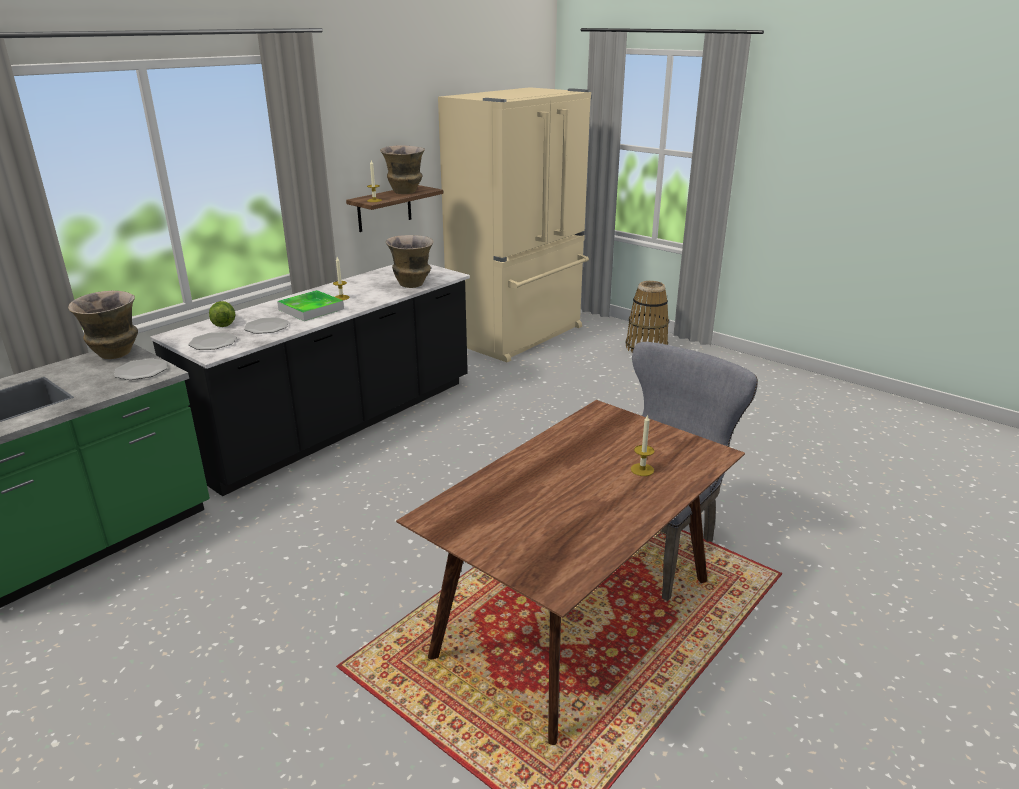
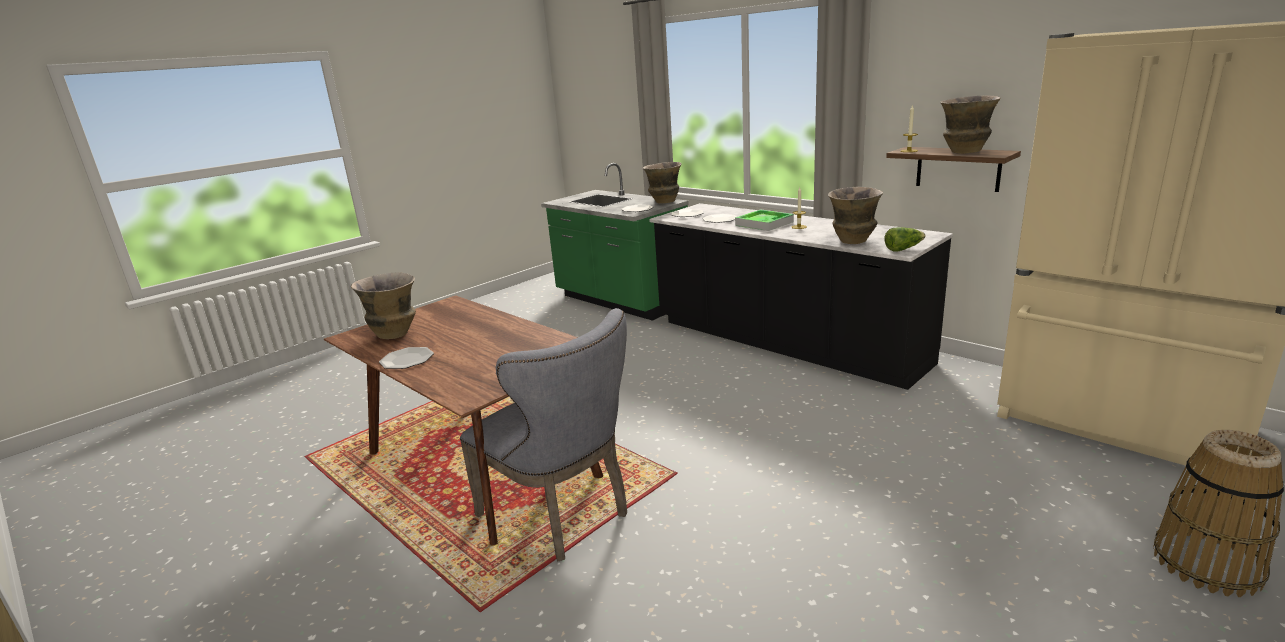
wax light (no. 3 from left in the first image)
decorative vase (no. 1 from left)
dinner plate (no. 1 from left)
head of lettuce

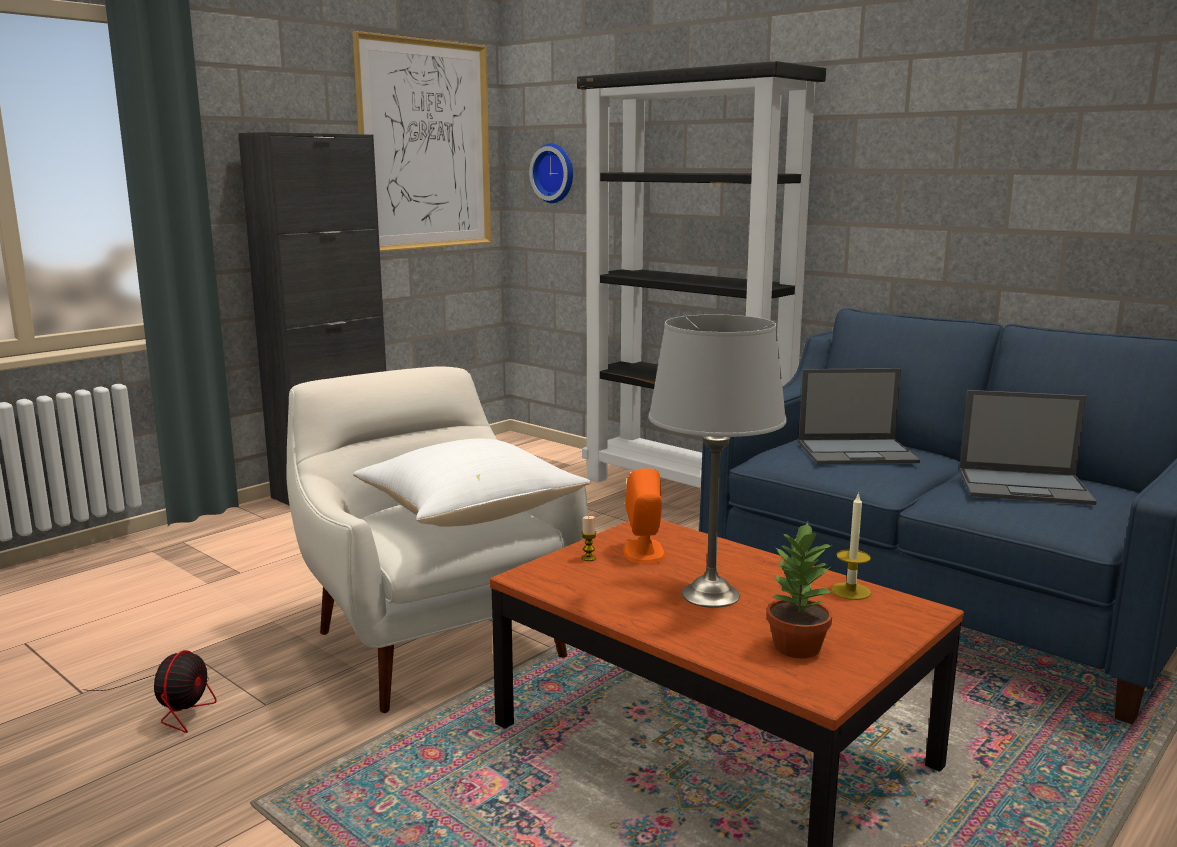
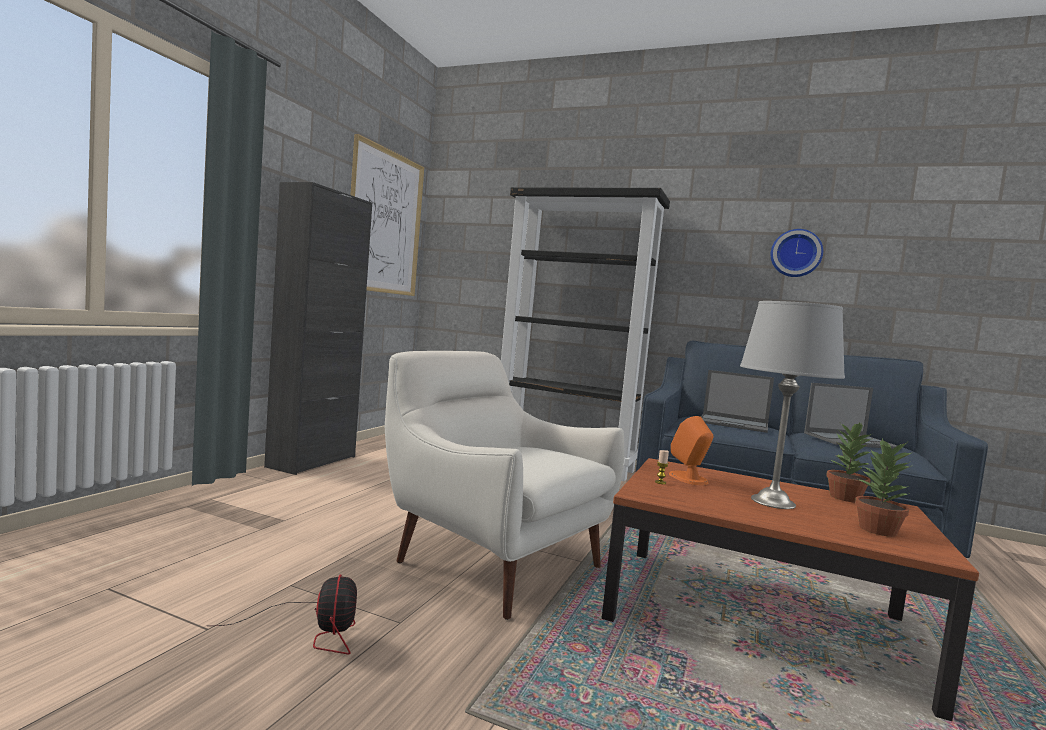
throw pillow in white
wall clock
potted plant (no. 1 from left)
laptop (no. 1 from left)

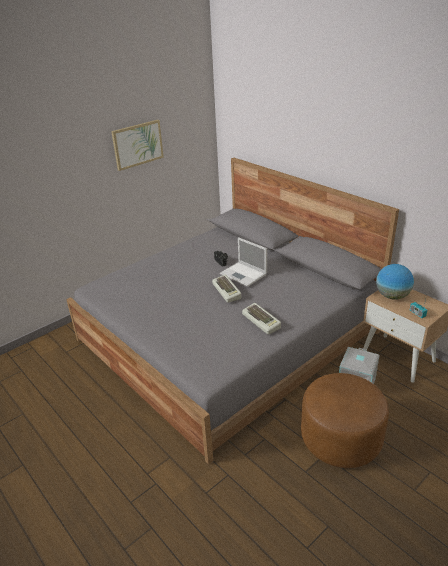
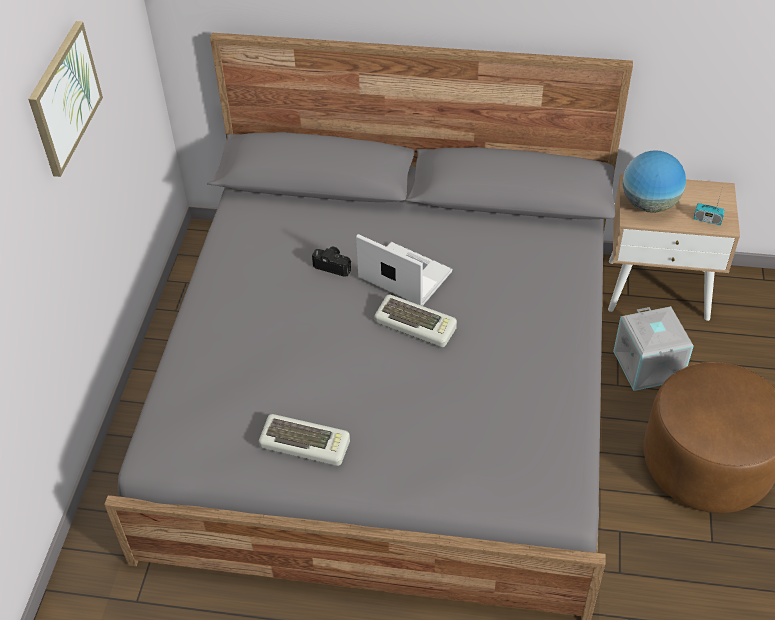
PC keyboard (no. 1 from left)
laptop

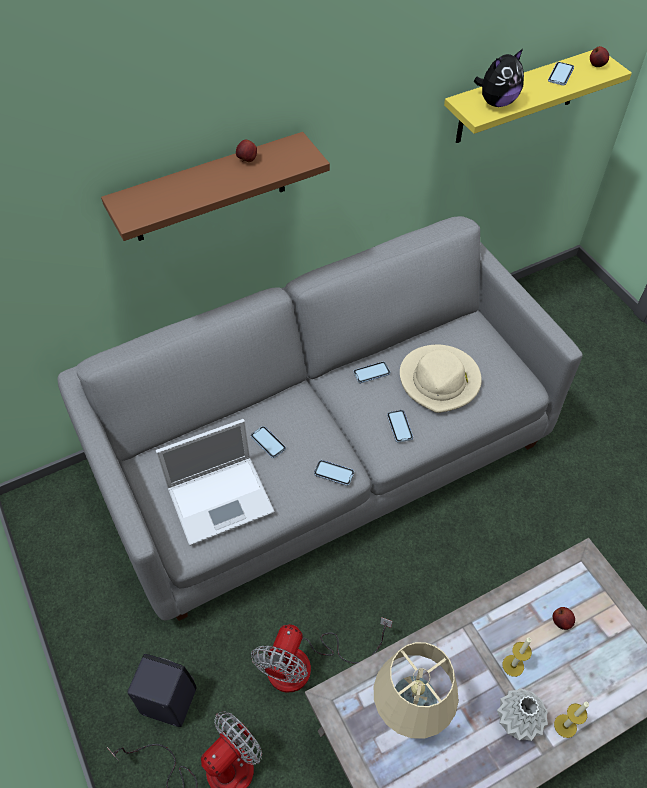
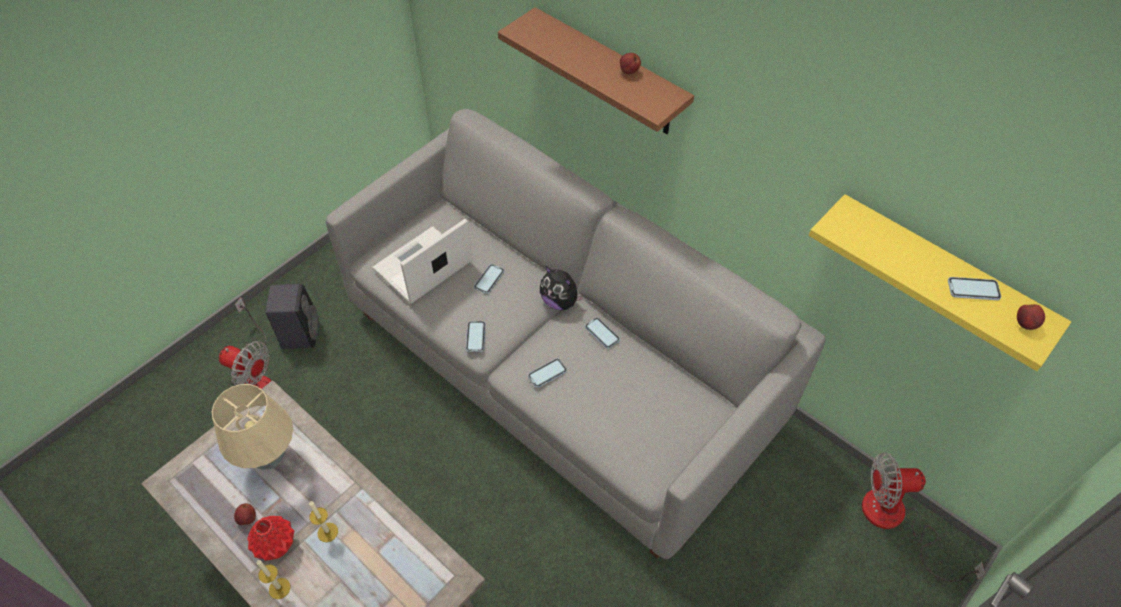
hat in beige
fan (no. 2 from left)
cuddly toy
whole apple (no. 1 from left)
decorative vase in red
laptop

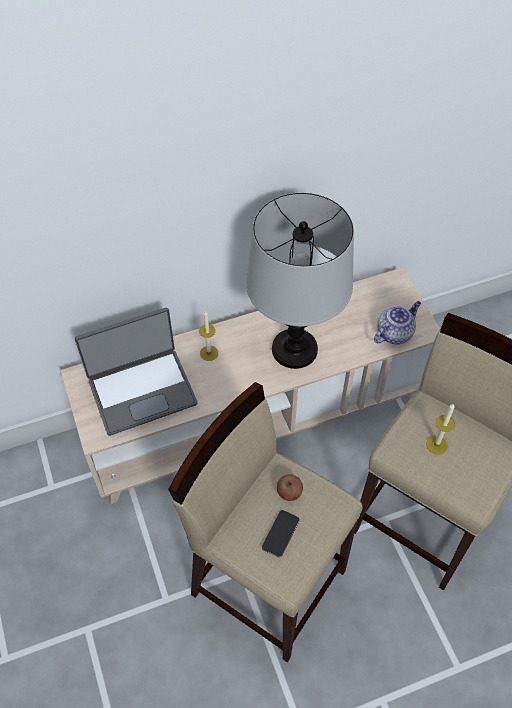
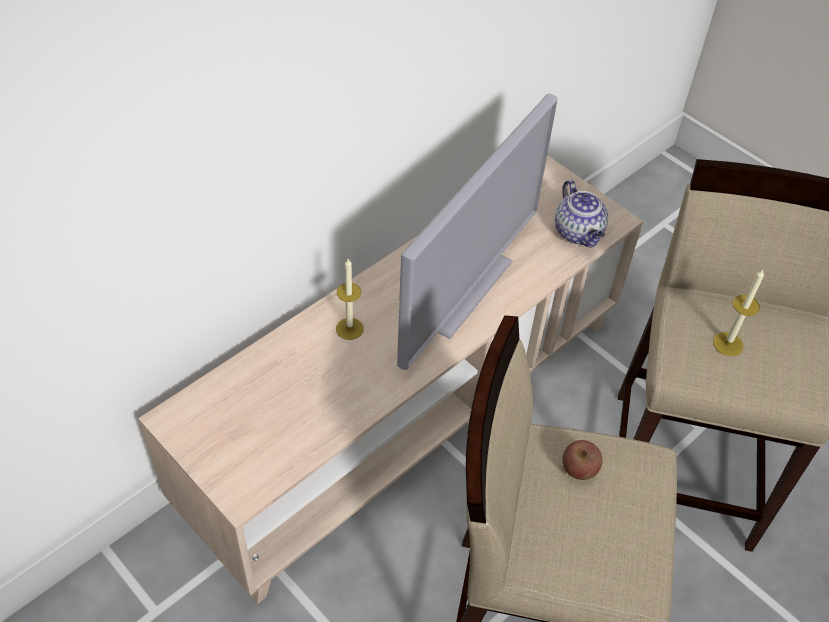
laptop
telephone
TV
tea pot

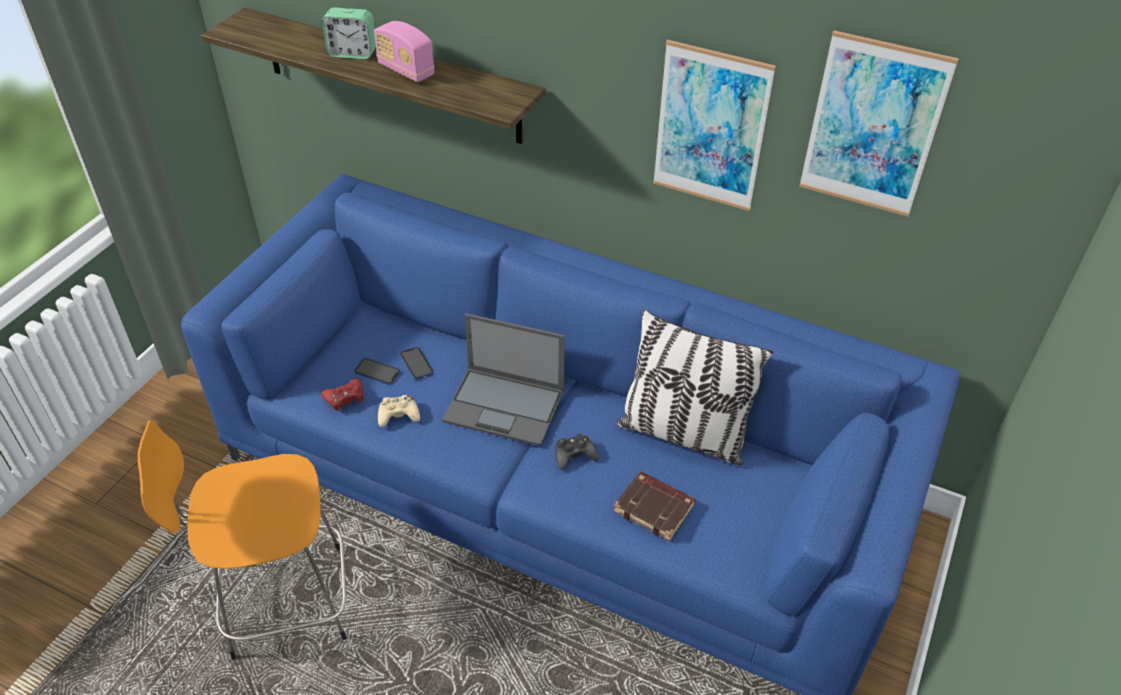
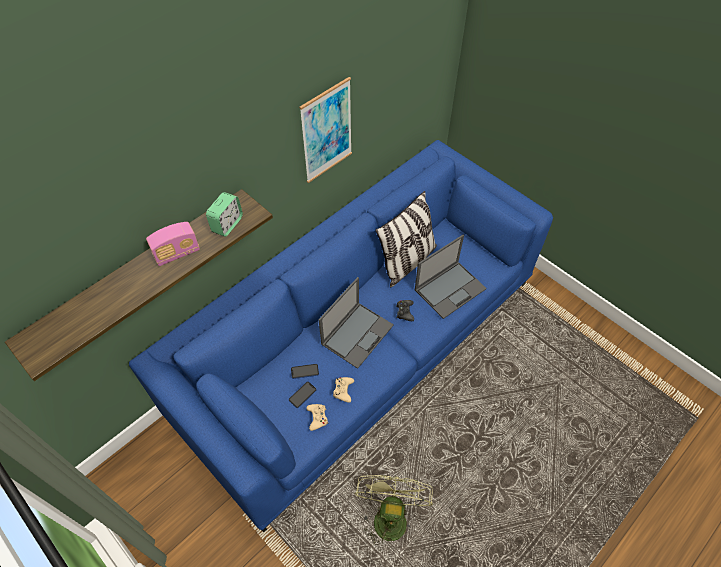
wall art (no. 2 from left in the first image)
bedside clock
fan in green-coloured
laptop (no. 2 from left)
gamepad in beige (no. 1 from left)

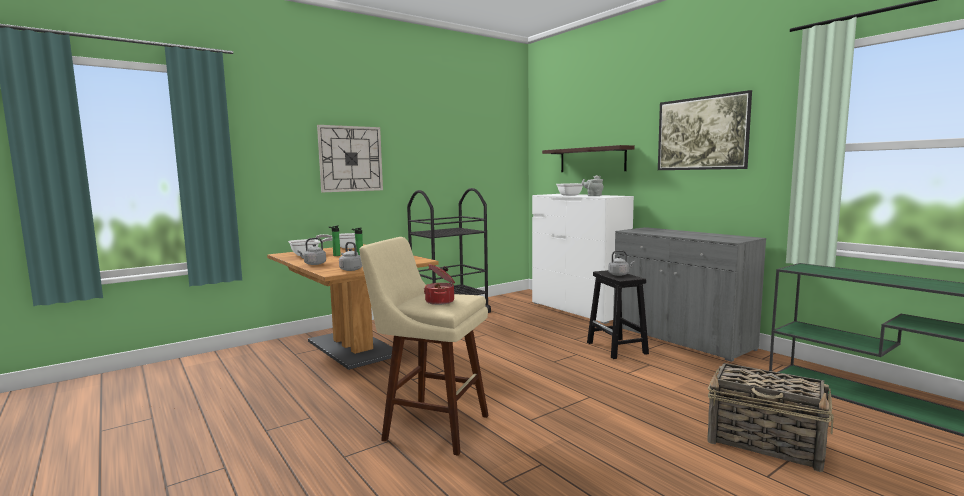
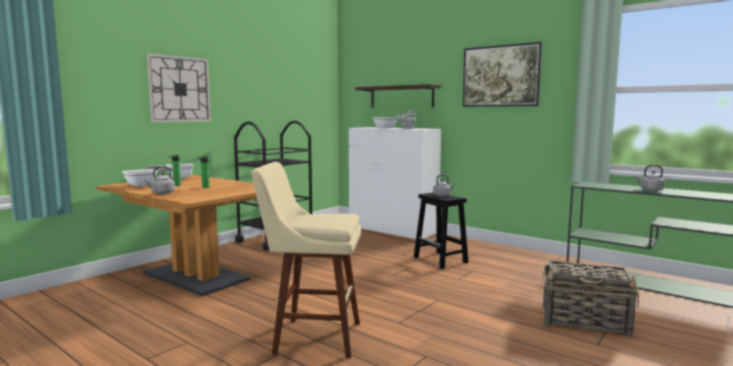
stockpot
cabinet in greyish
water kettle in greyish (no. 3 from left)

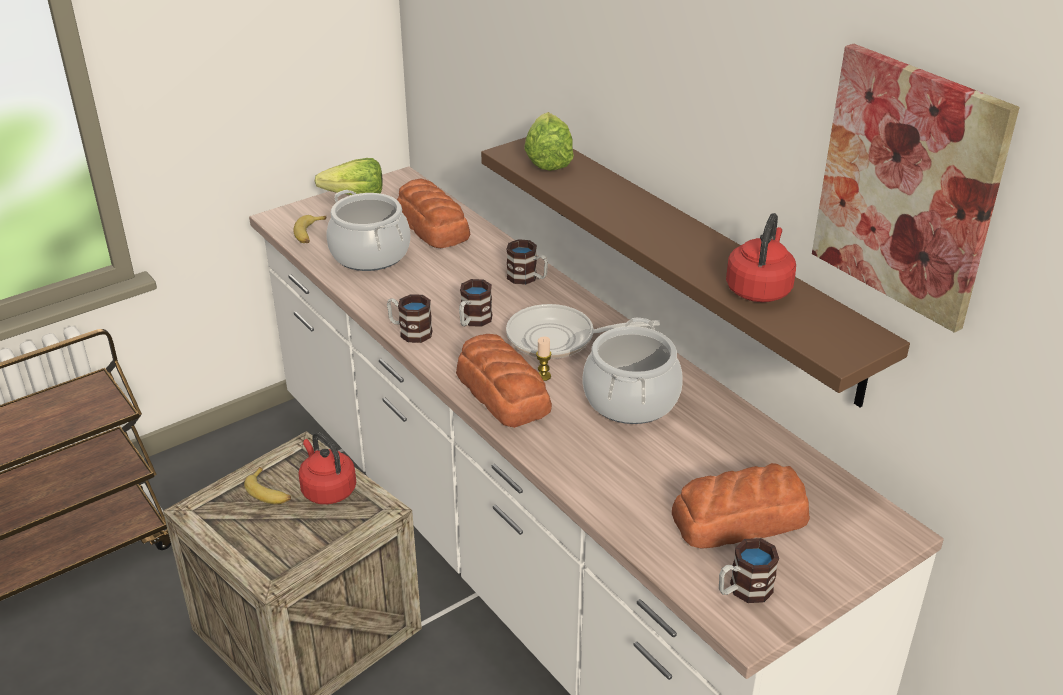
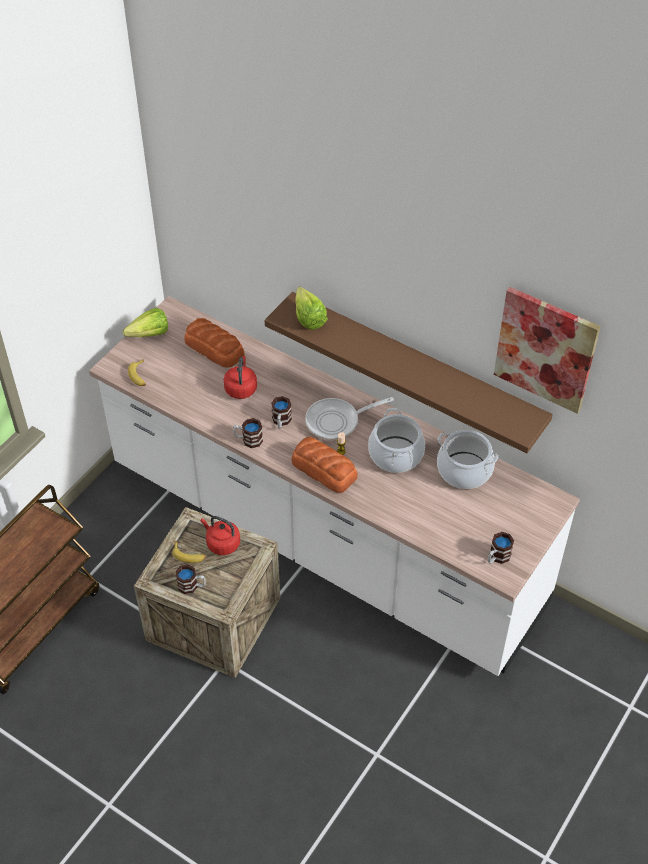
bread (no. 3 from left in the first image)
stockpot (no. 2 from left)
mug (no. 1 from left)
water kettle in red (no. 2 from left)

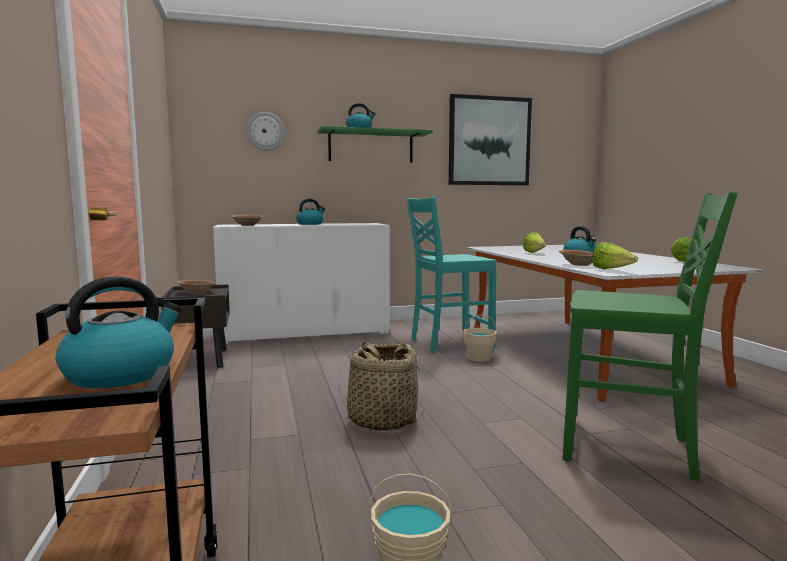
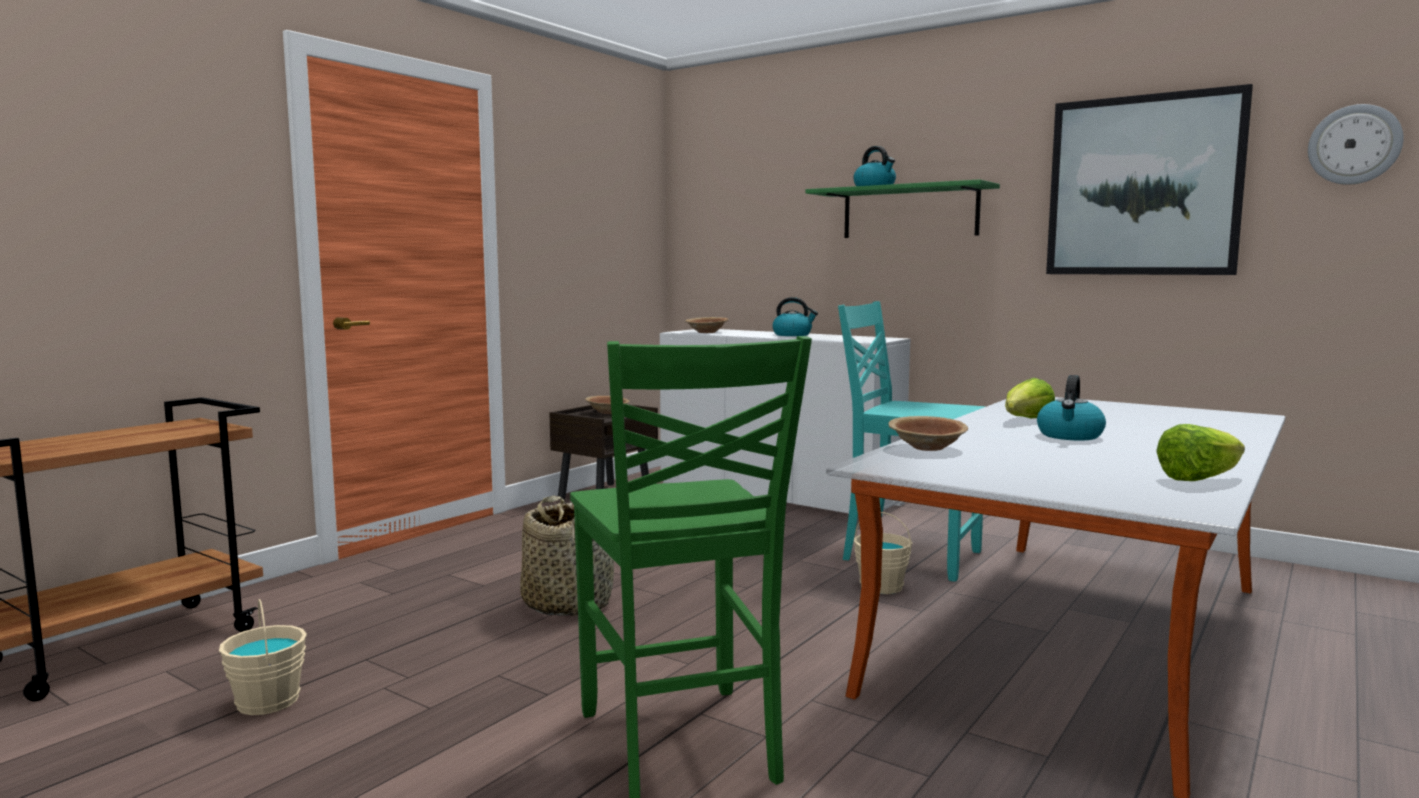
water kettle (no. 1 from left in the first image)
head of lettuce (no. 2 from left in the first image)
wall clock

